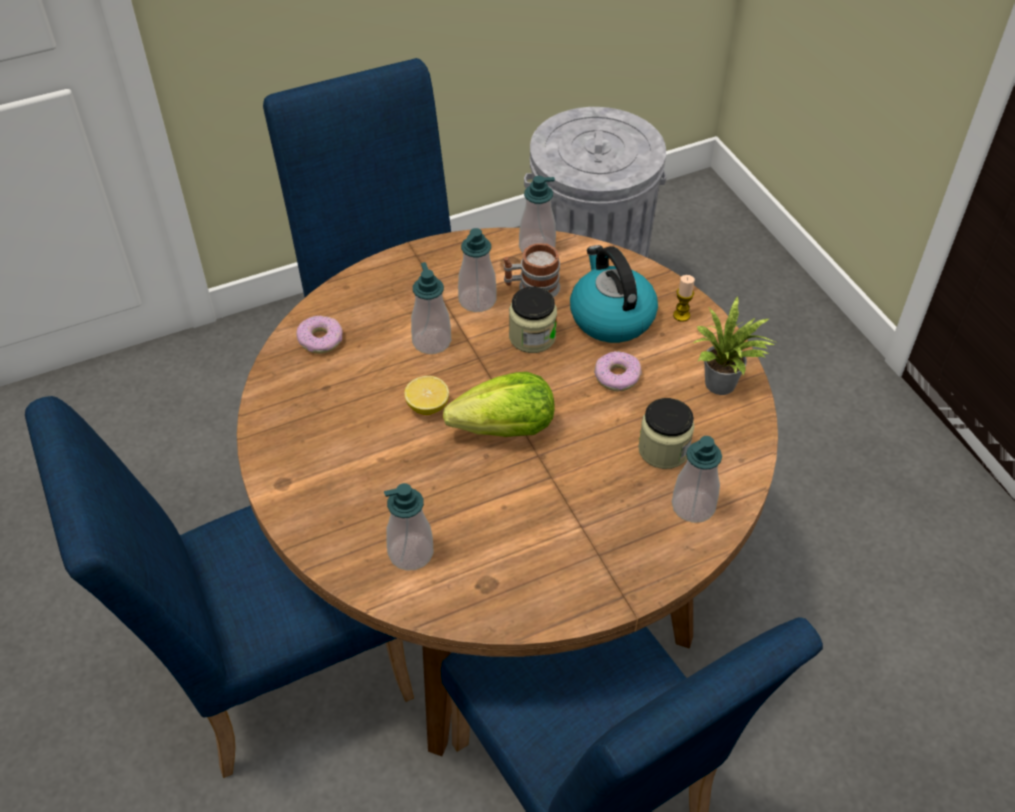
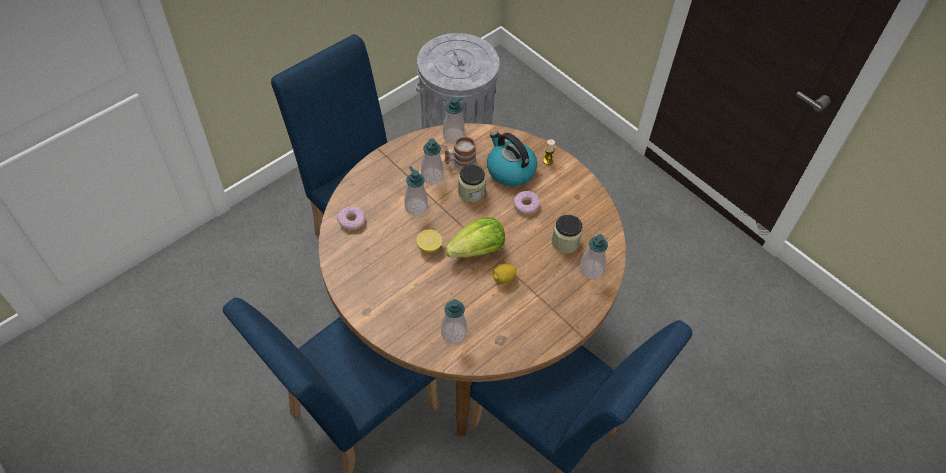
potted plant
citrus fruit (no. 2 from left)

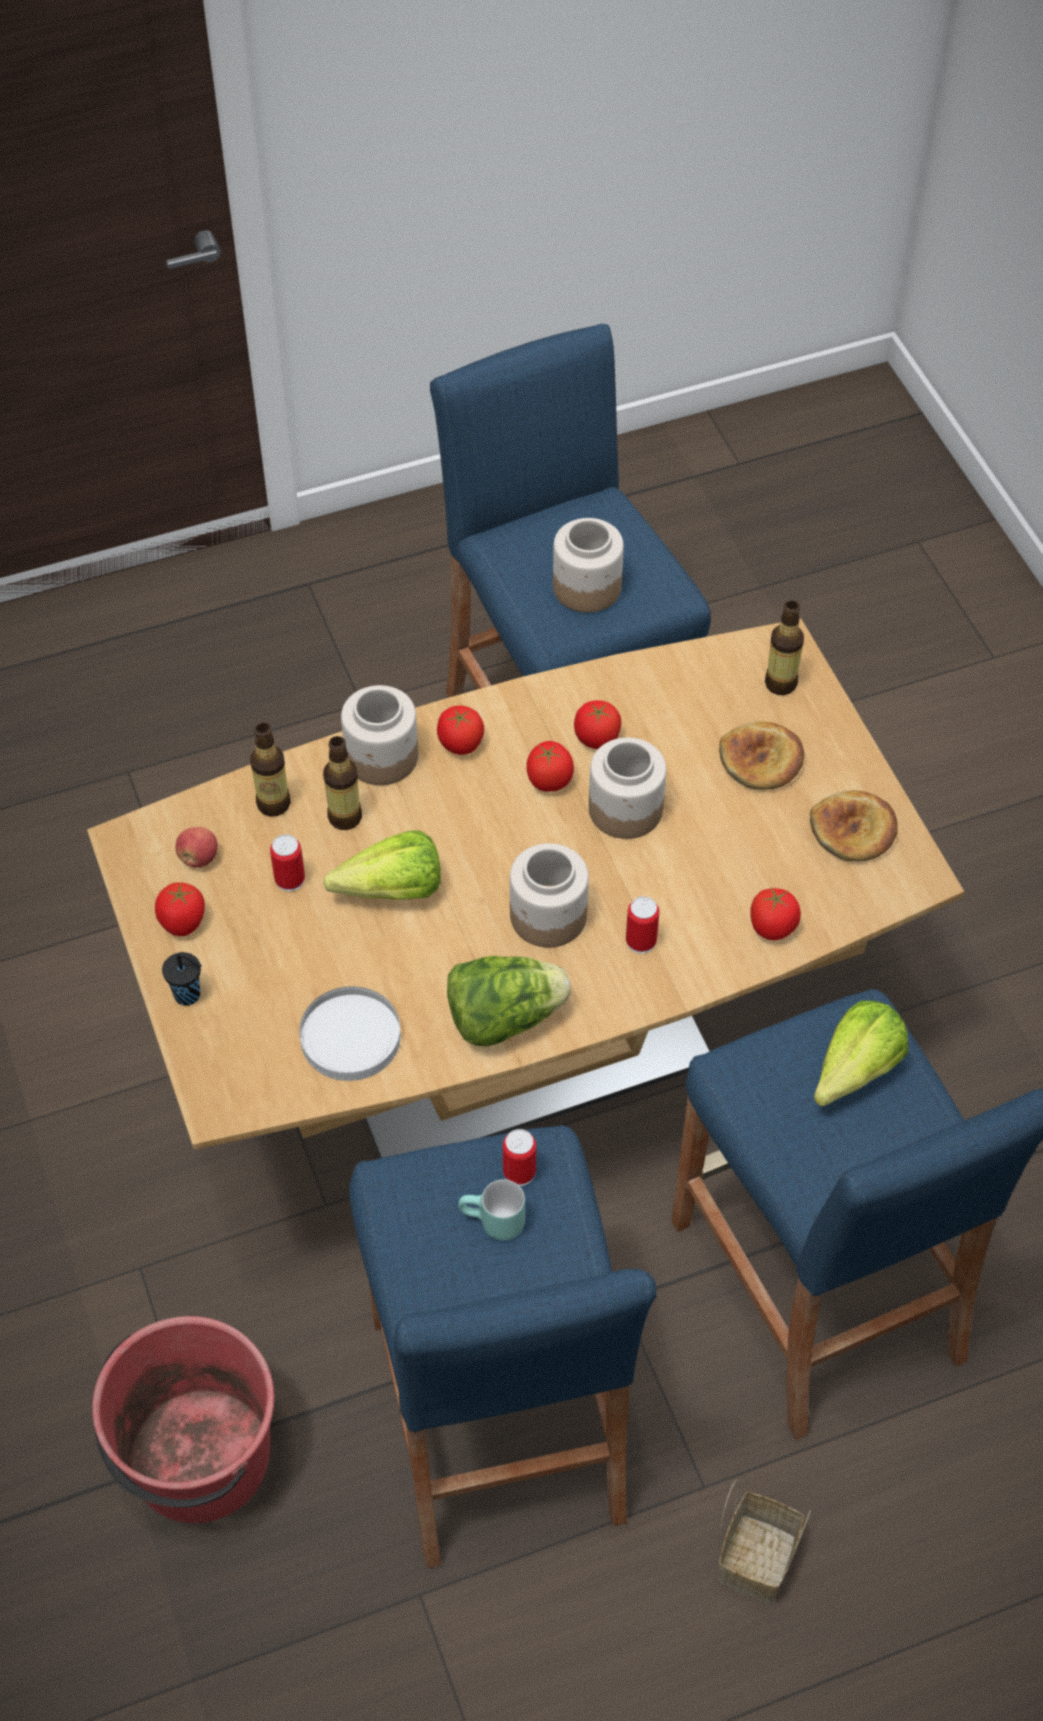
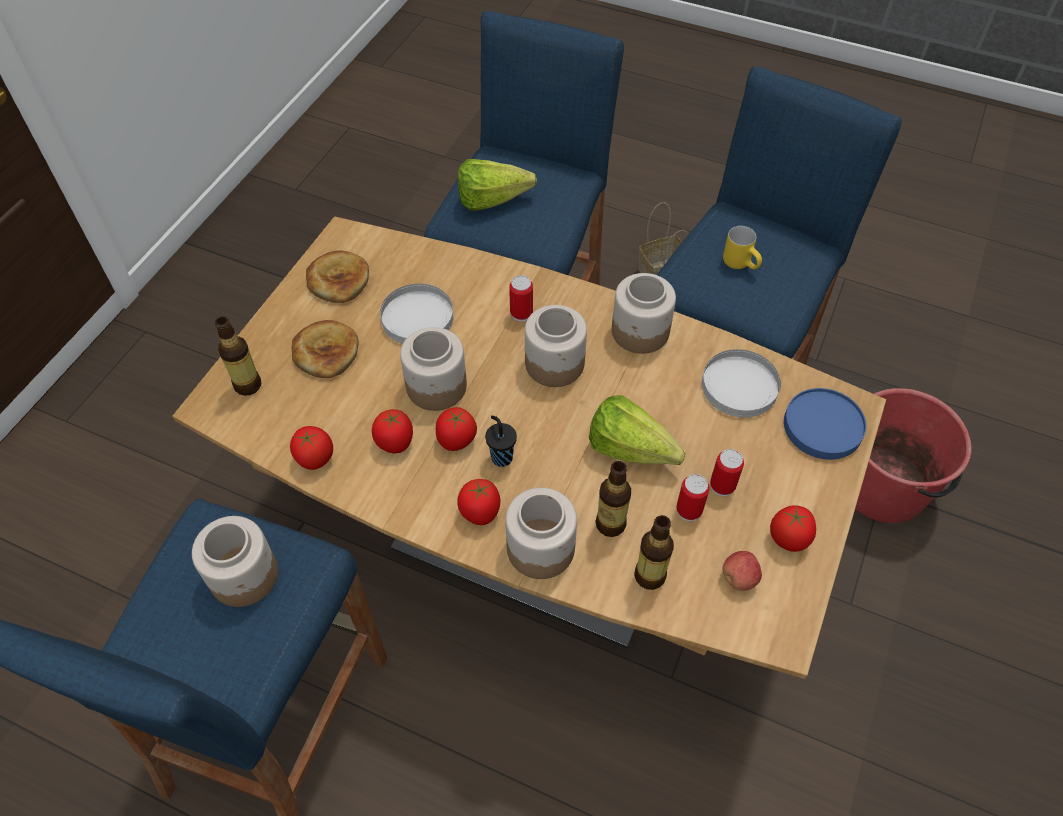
dinner plate in white (no. 1 from left)
dinner plate in bluish
drinking cup in blackish
sealed can (no. 3 from left)
whole tomato (no. 1 from left)
preserve jar (no. 5 from left)
mug in yellow-coloured

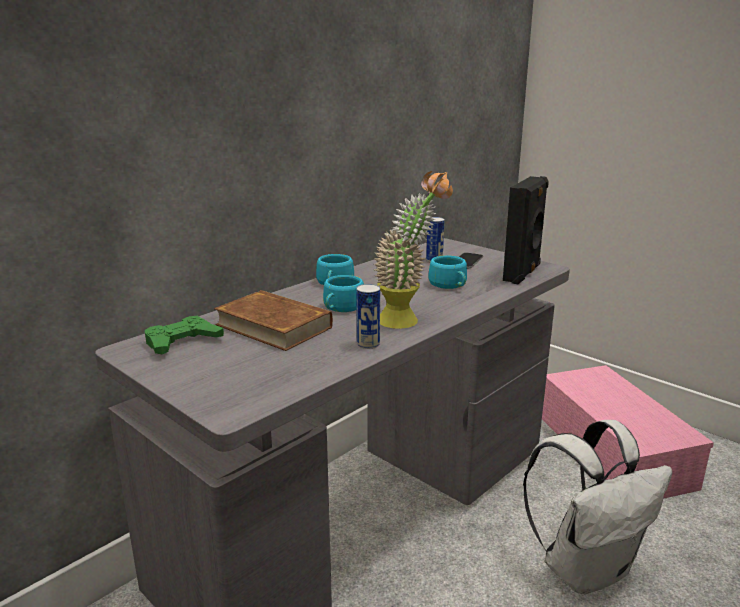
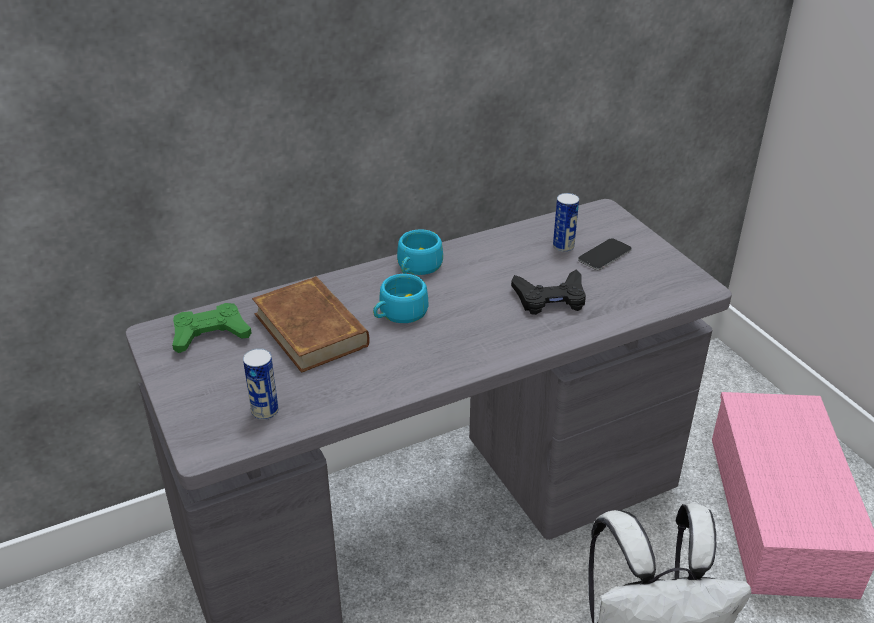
potted plant
loudspeaker in blackish
sealed can (no. 1 from left)
gamepad in blackish

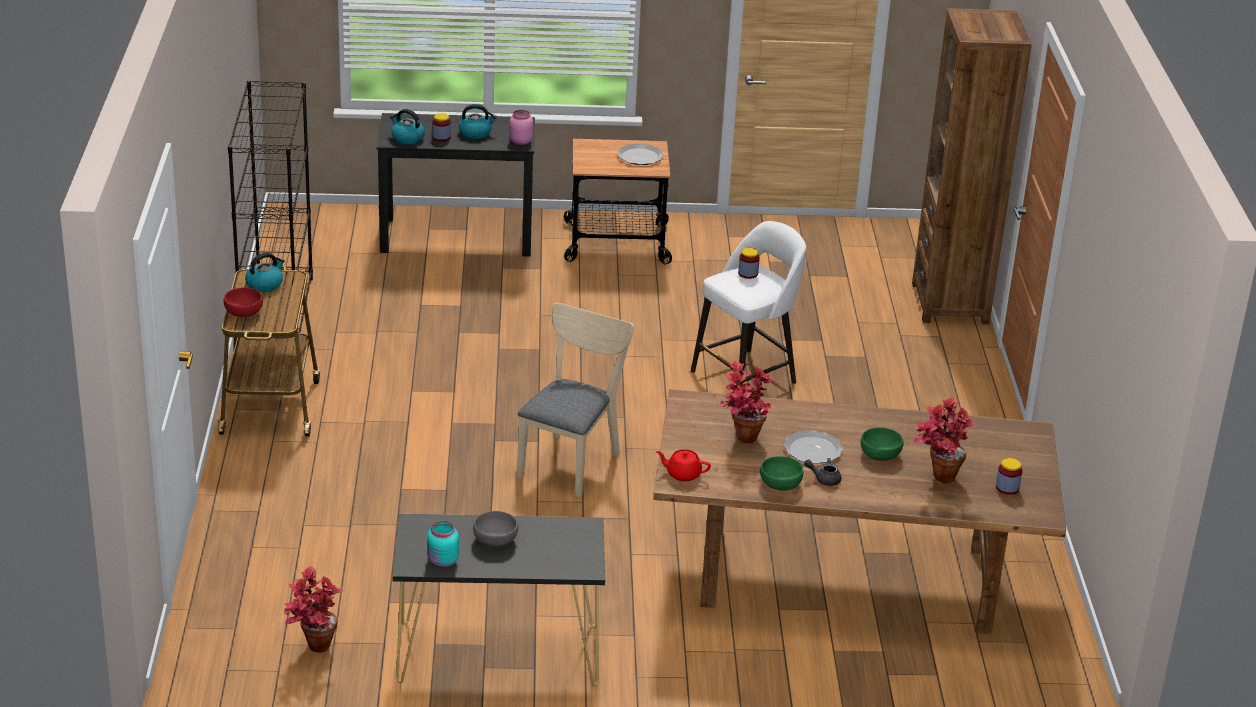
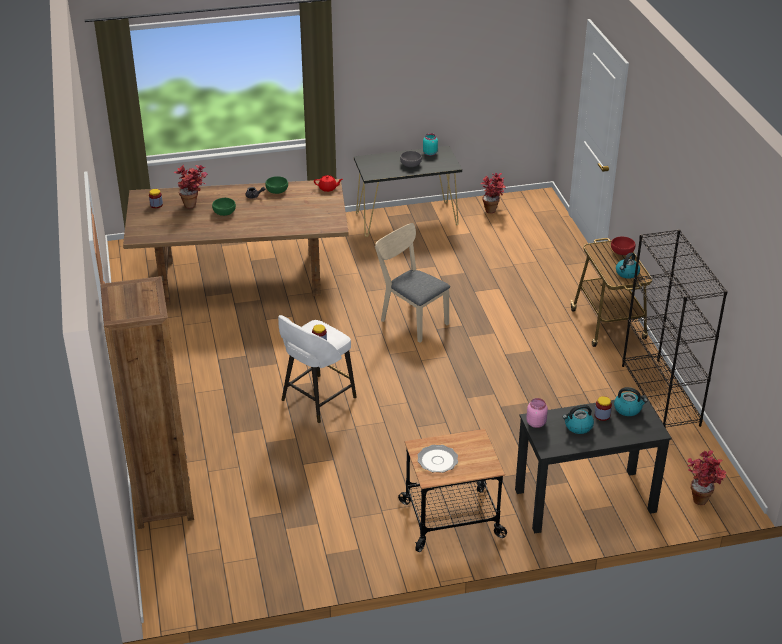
dinner plate (no. 2 from left in the first image)
potted plant (no. 3 from left)
upright chair in beige

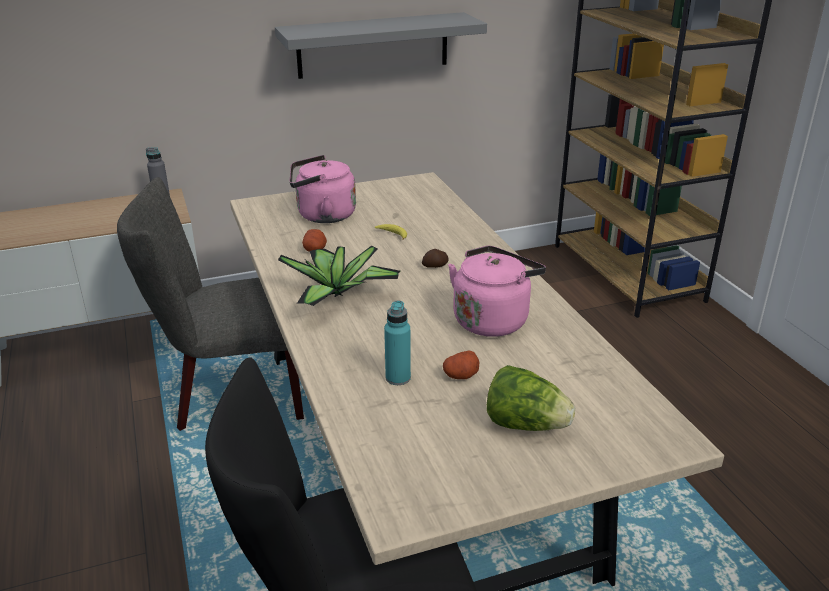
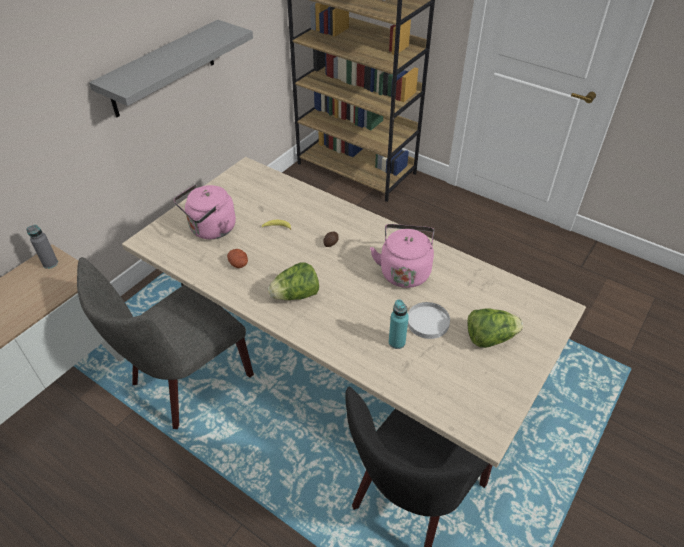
head of lettuce (no. 1 from left)
dinner plate in white

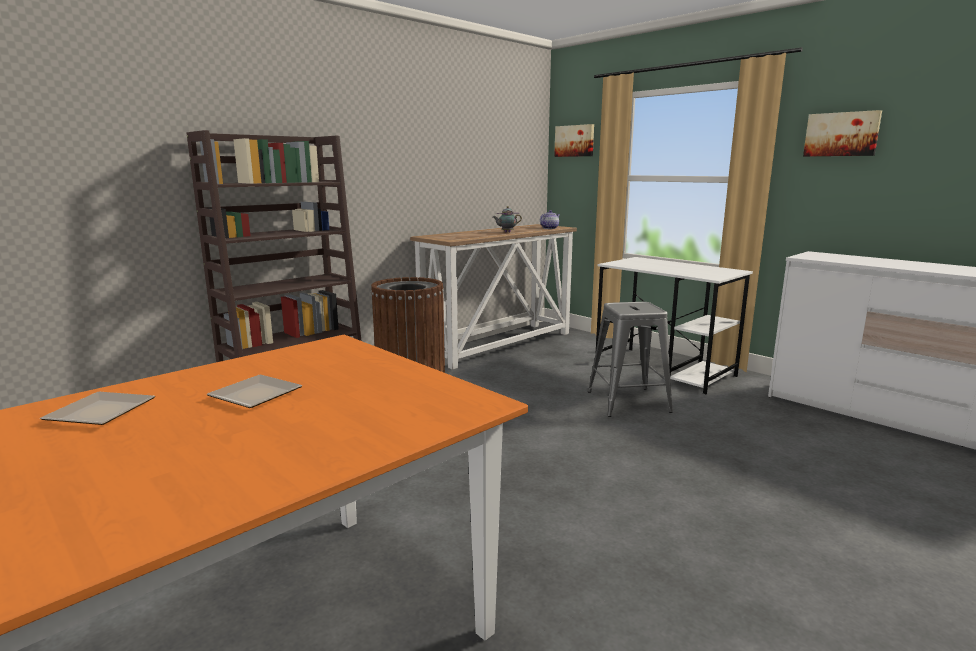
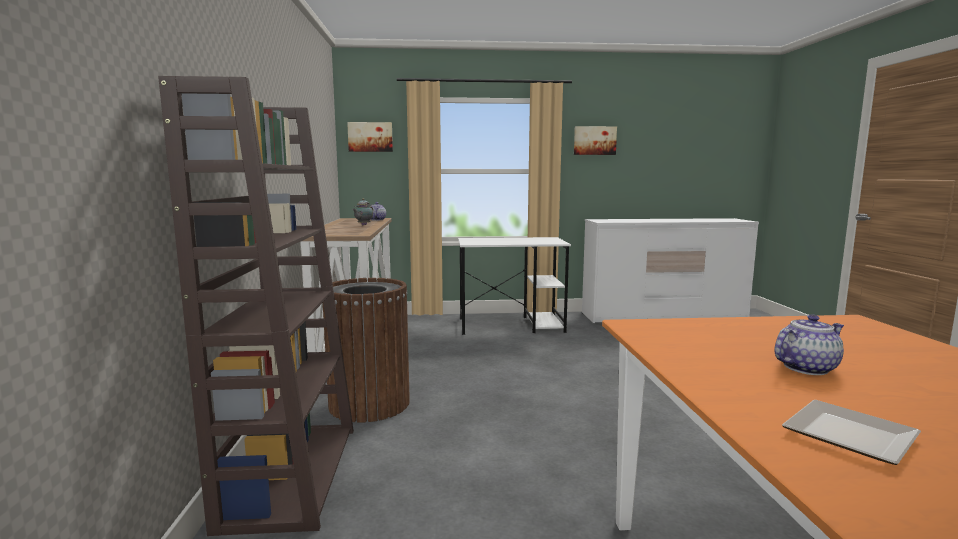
stool seat in greyish
tea pot (no. 3 from left)

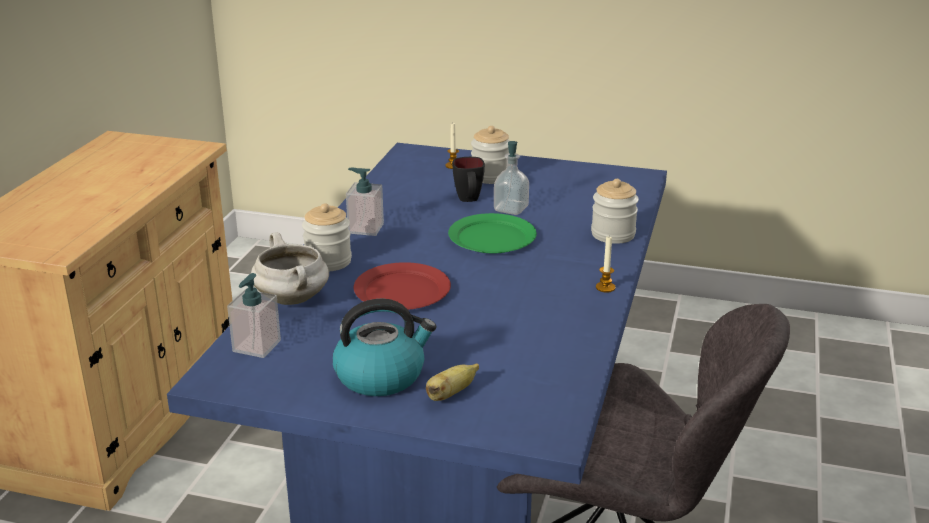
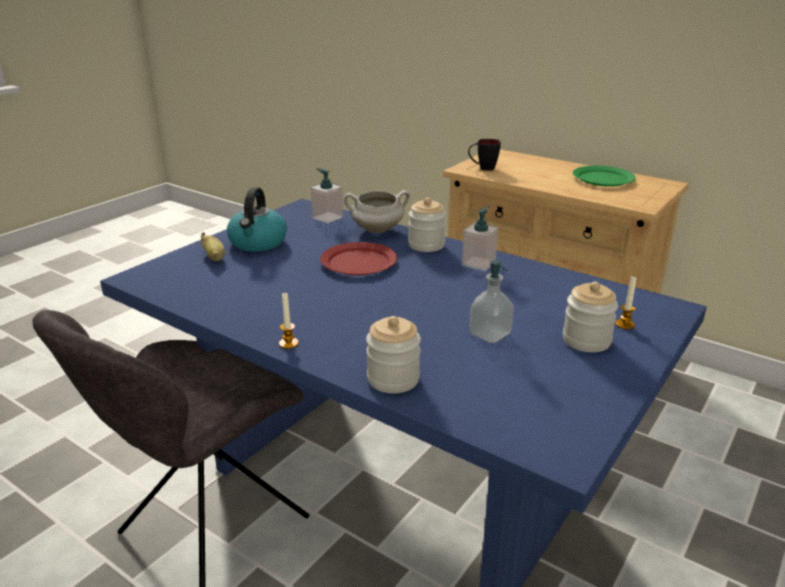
dinner plate in green-coloured
mug in blackish

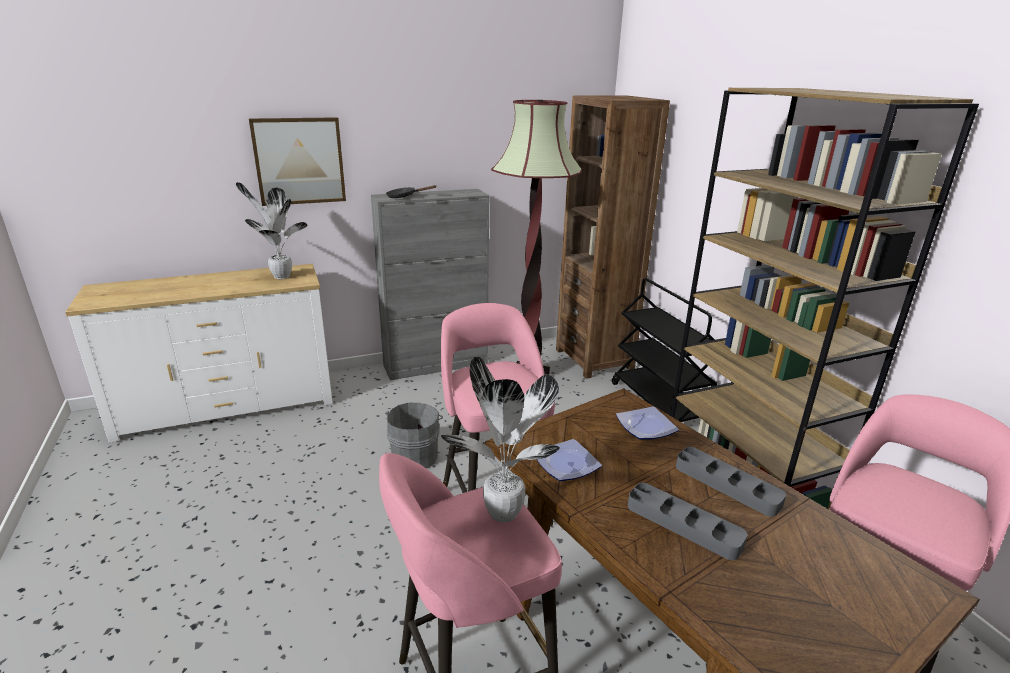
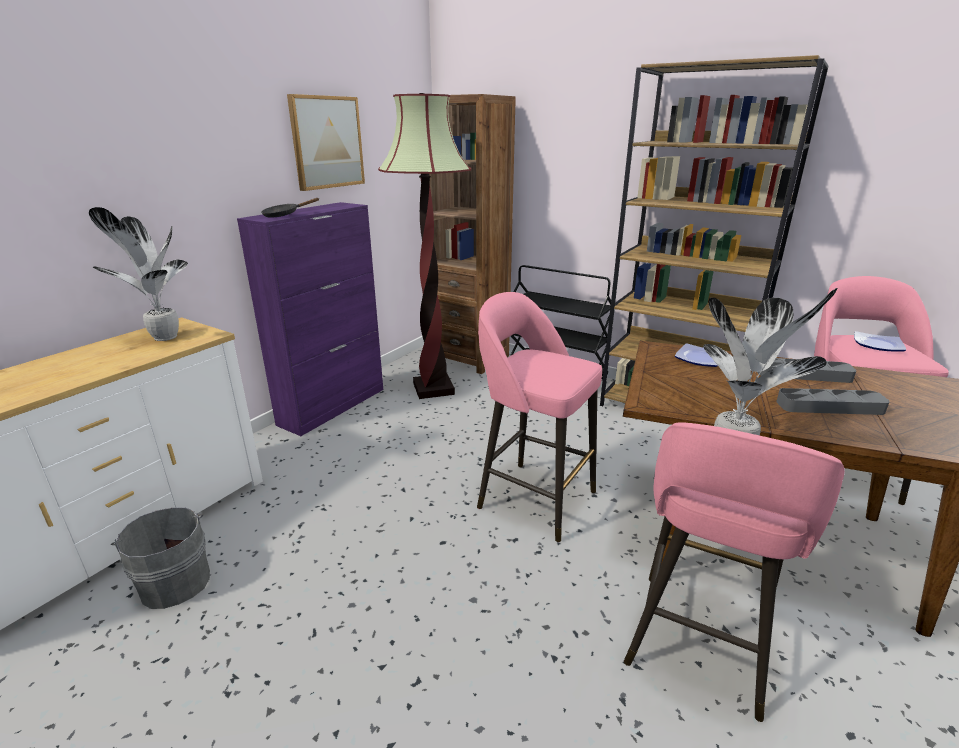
wall art
pail in greyish
dinner plate (no. 2 from left)
cabinet in purple-coloured

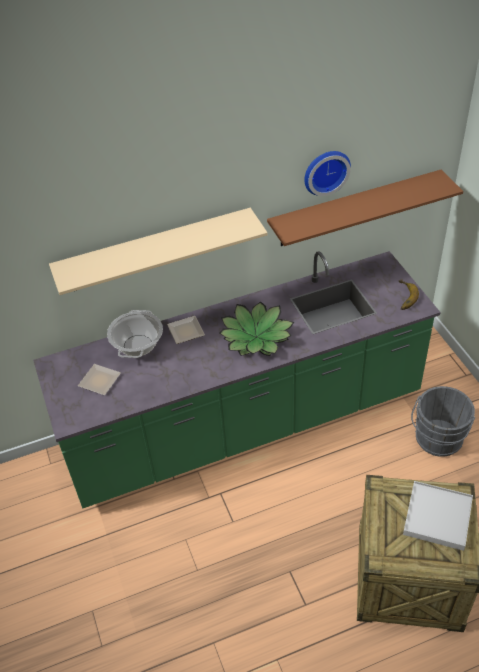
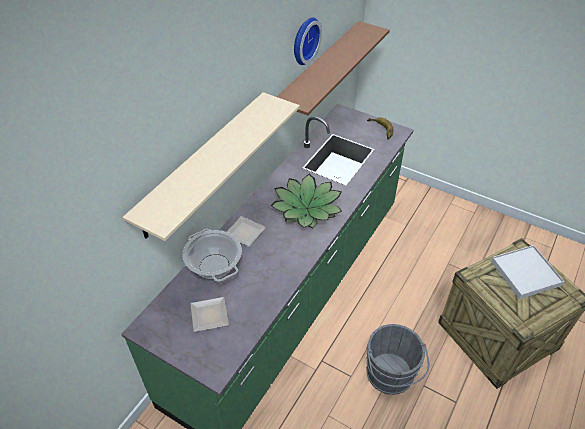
pail in greyish

